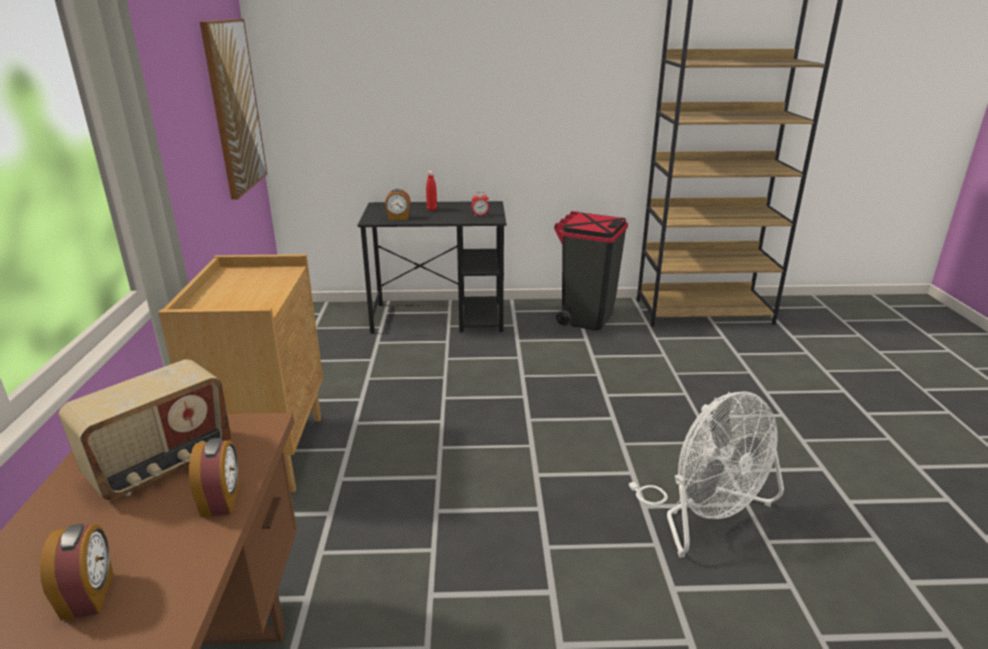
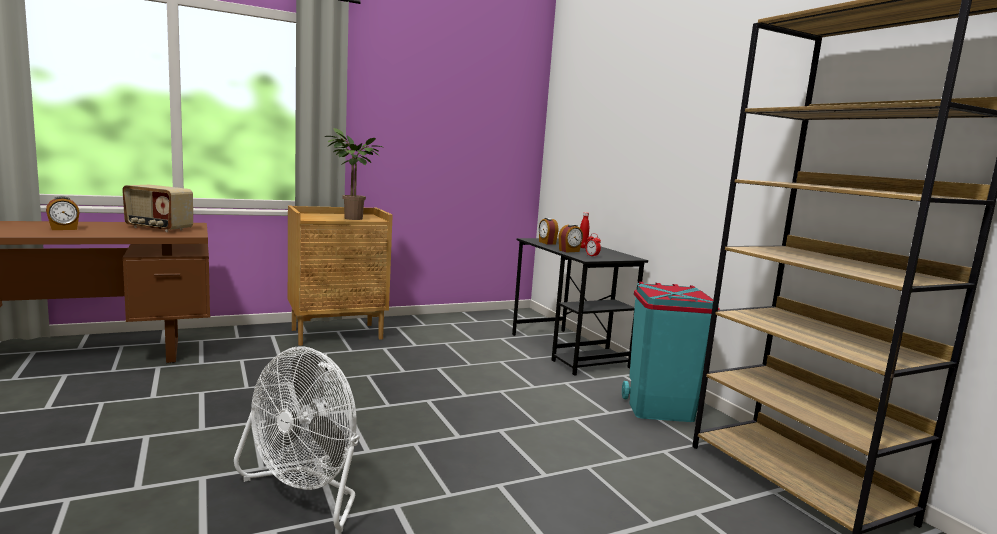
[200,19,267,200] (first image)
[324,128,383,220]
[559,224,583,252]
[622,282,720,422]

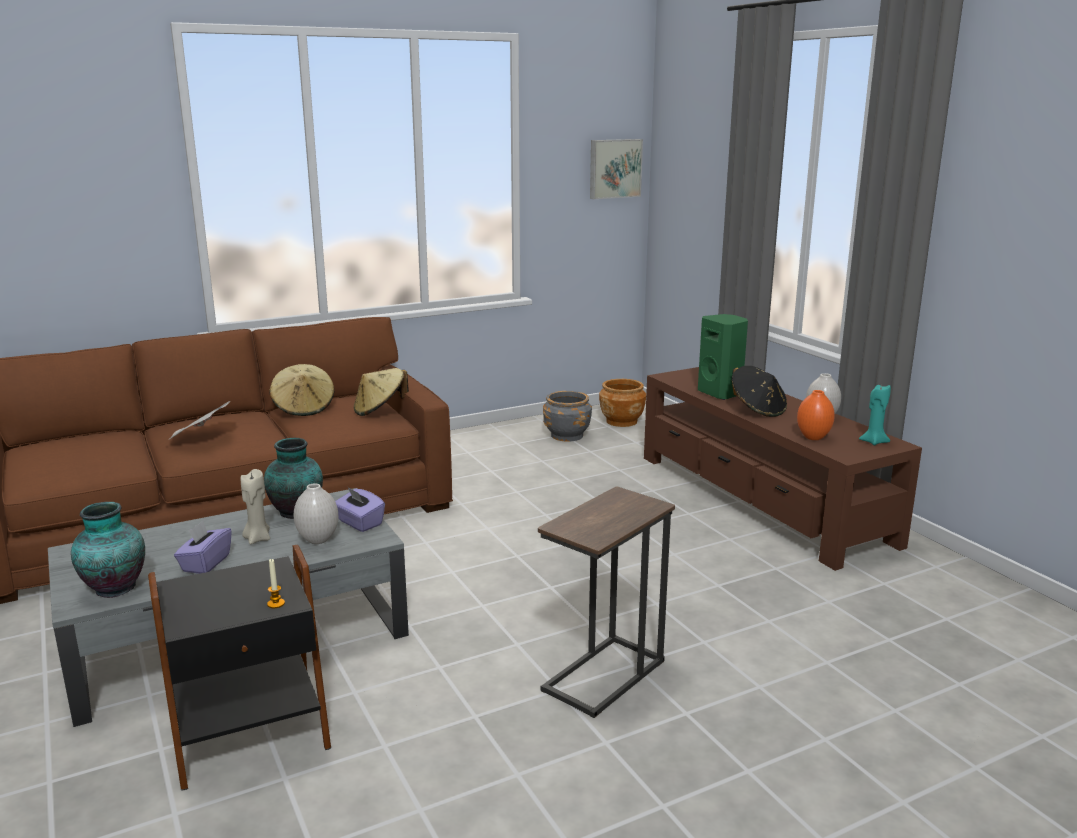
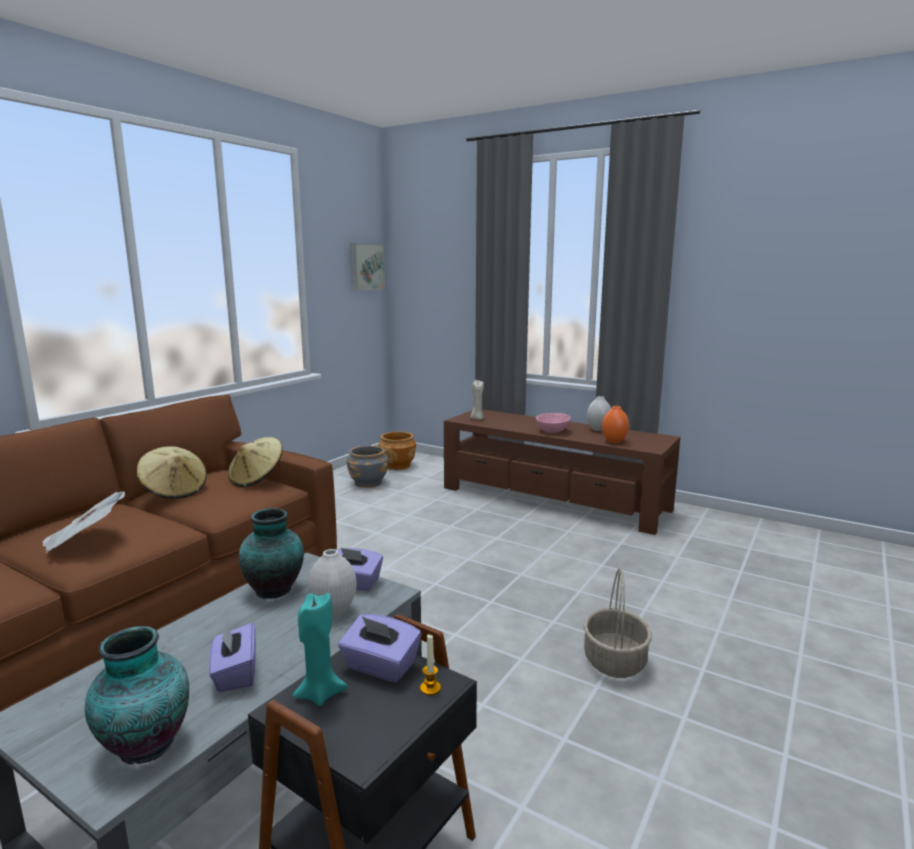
[698,314,748,400] (first image)
[338,614,421,682]
[470,380,484,420]
[293,593,347,706]
[583,568,652,678]
[536,413,571,433]

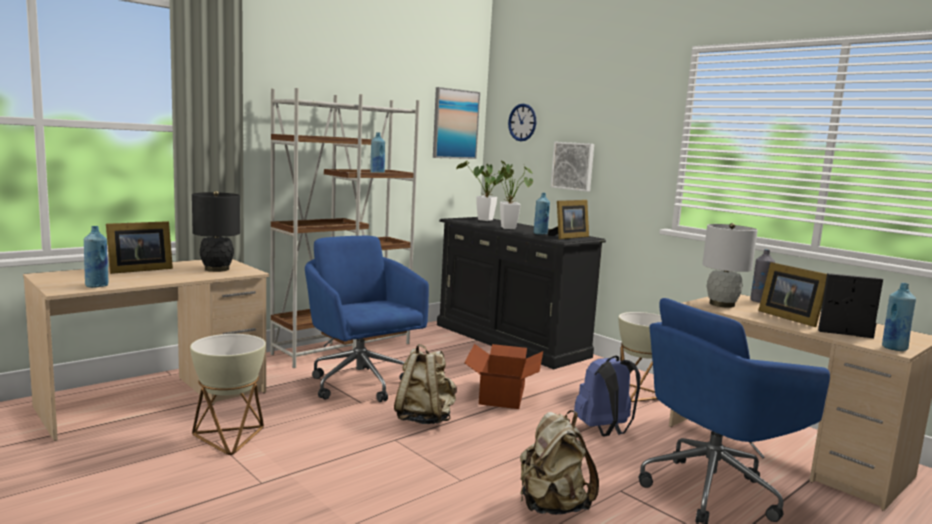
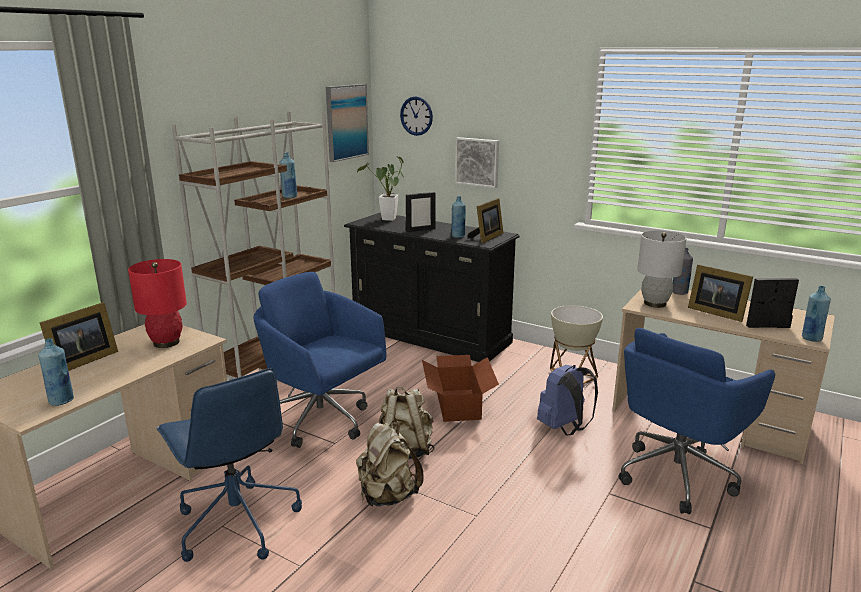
[356,420,424,507]
[157,368,302,562]
[405,192,436,232]
[128,259,187,348]

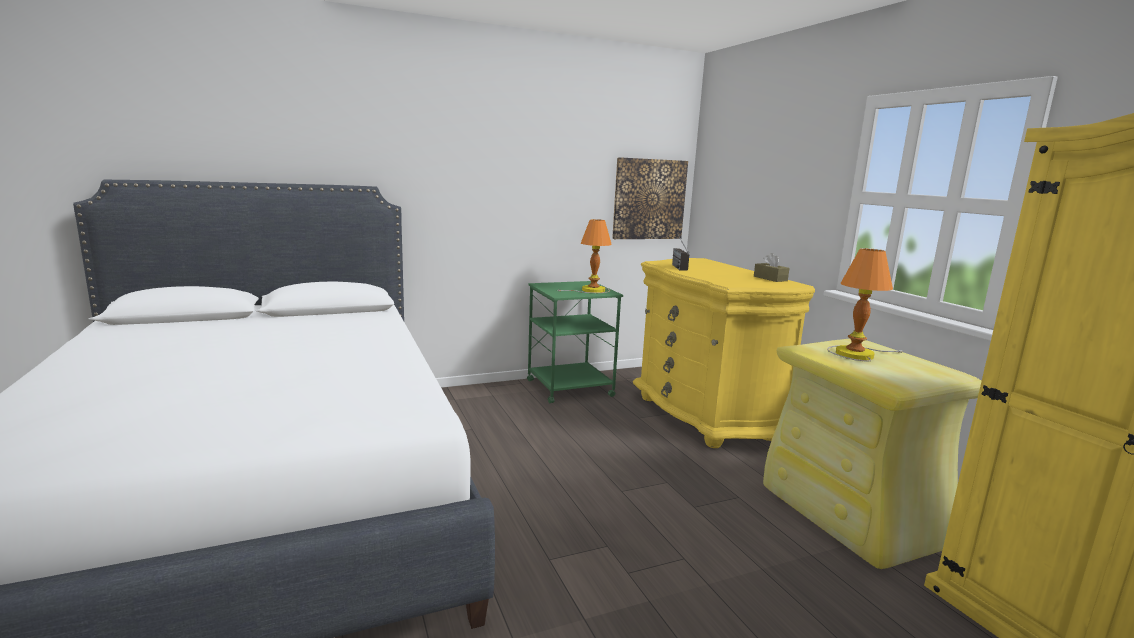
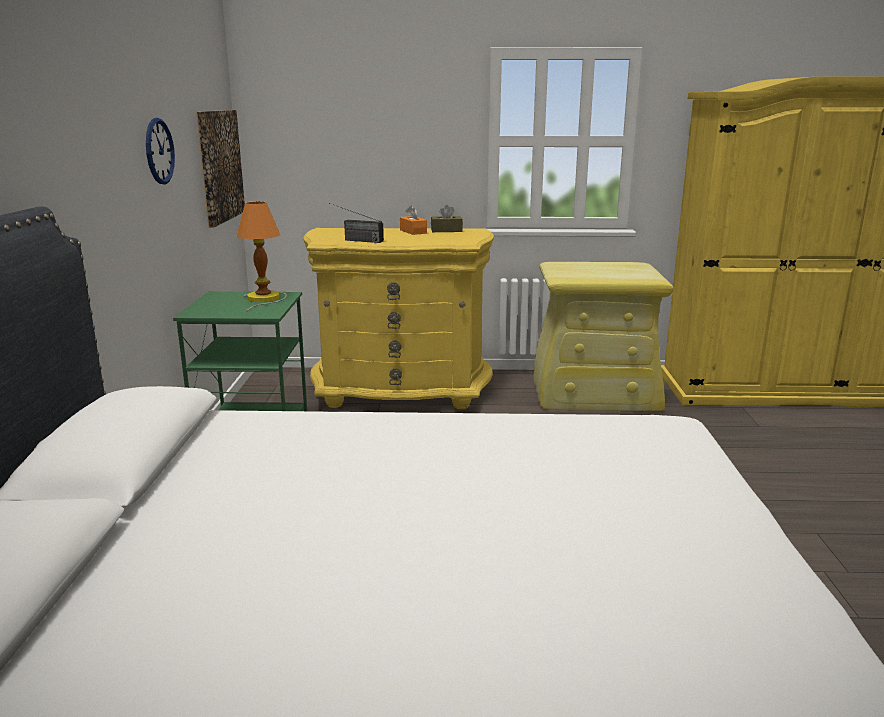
[827,248,903,362] (first image)
[146,118,175,184]
[400,206,427,235]

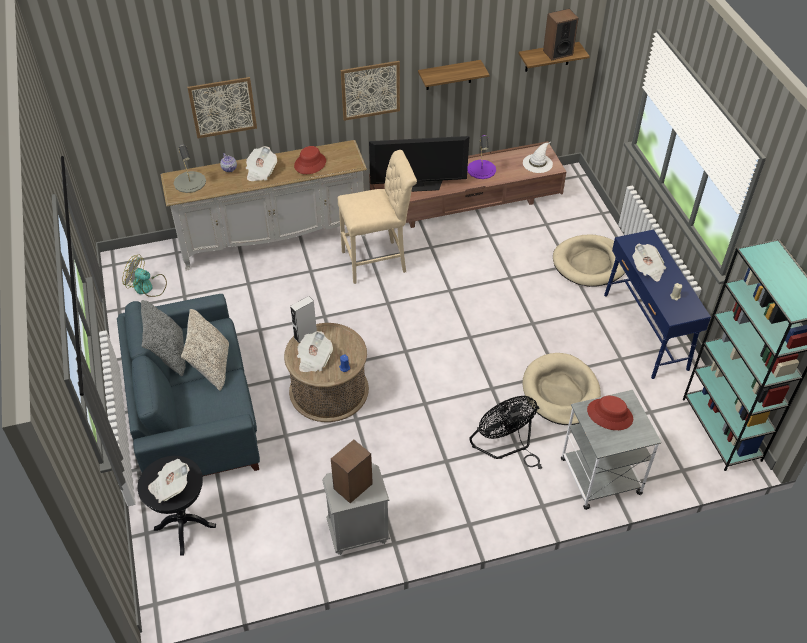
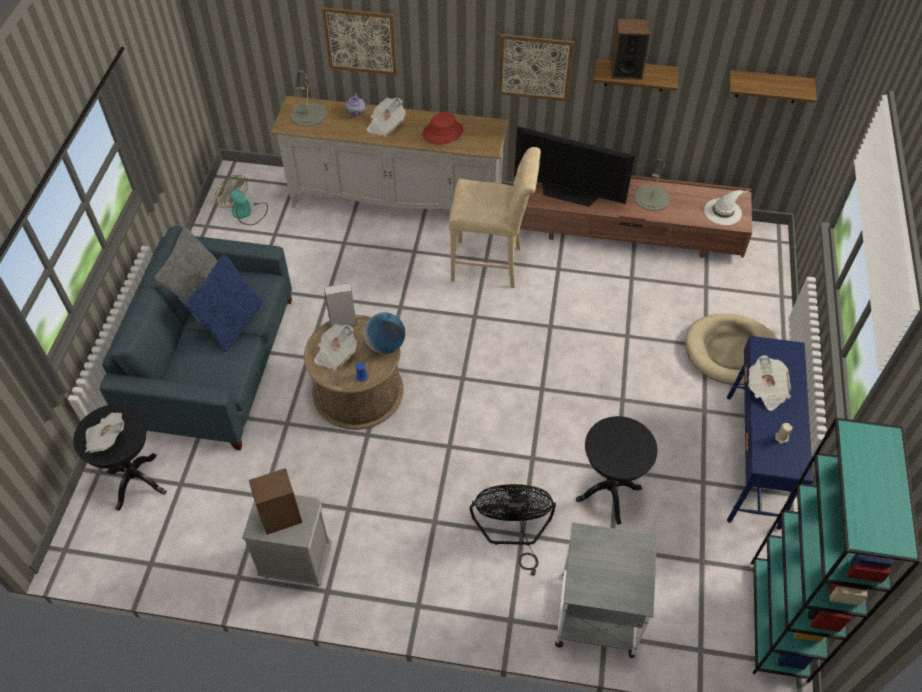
[587,396,633,430] (first image)
[364,312,405,354]
[611,18,650,80]
[576,416,658,525]
[183,254,263,352]
[634,159,670,211]

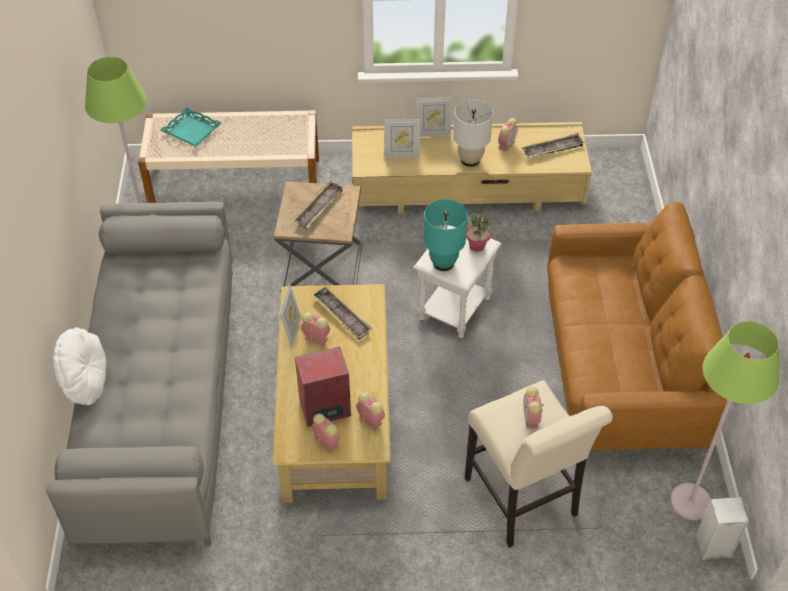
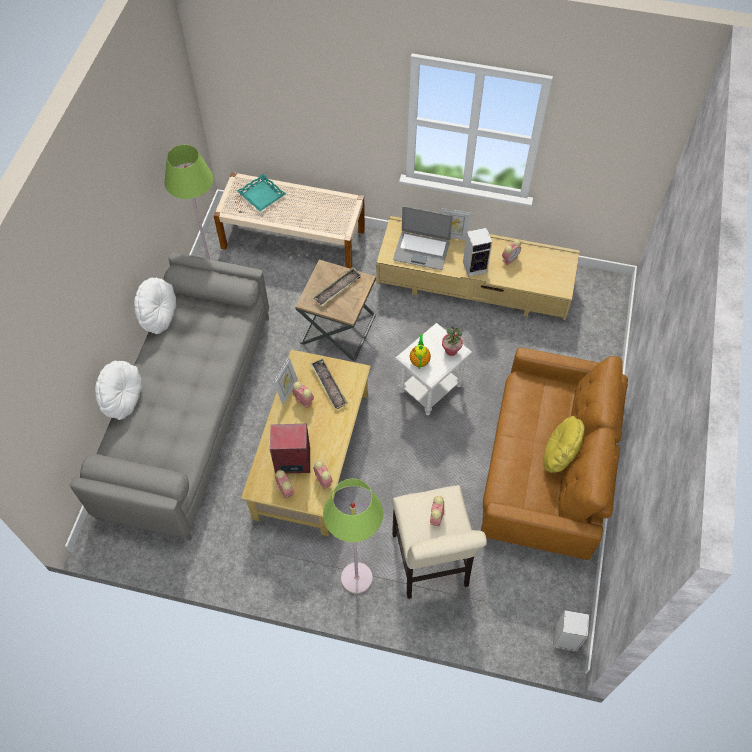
[521,133,585,158] (first image)
[134,278,176,334]
[543,416,585,473]
[323,478,383,594]
[393,206,453,270]
[410,334,431,369]
[463,228,492,277]

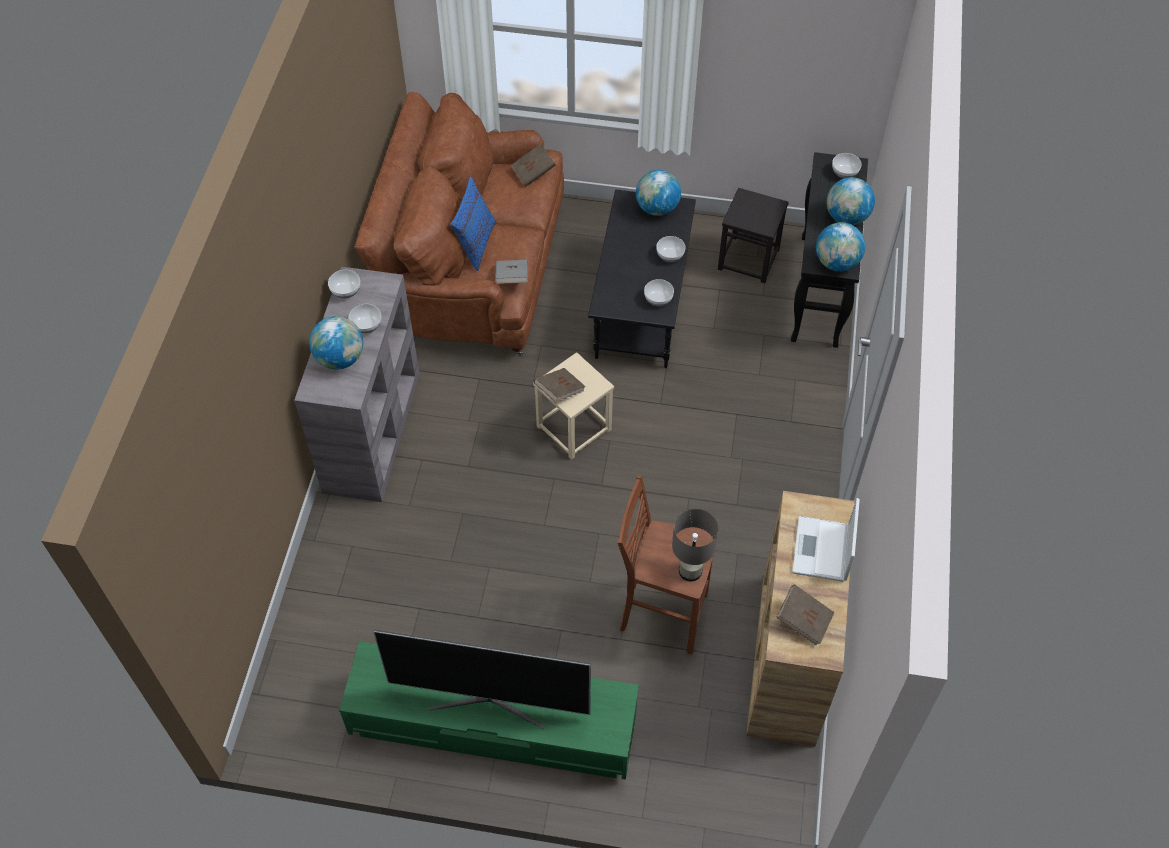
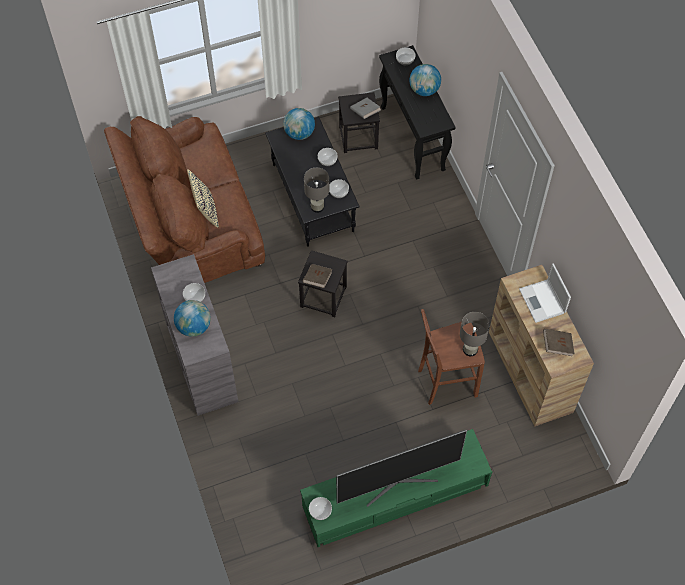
[511,144,556,187] (first image)
[816,222,865,271] (first image)
[304,168,329,213]
[309,497,332,520]
[350,98,381,119]
[187,169,219,227]
[298,250,348,317]

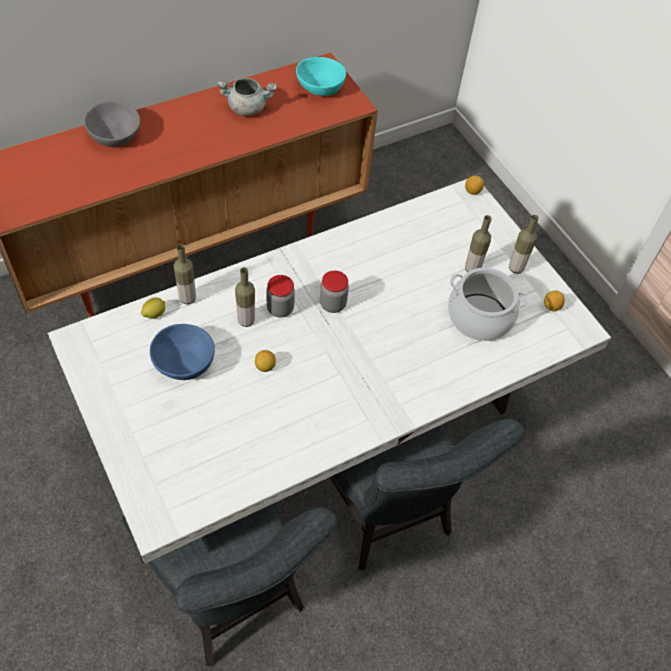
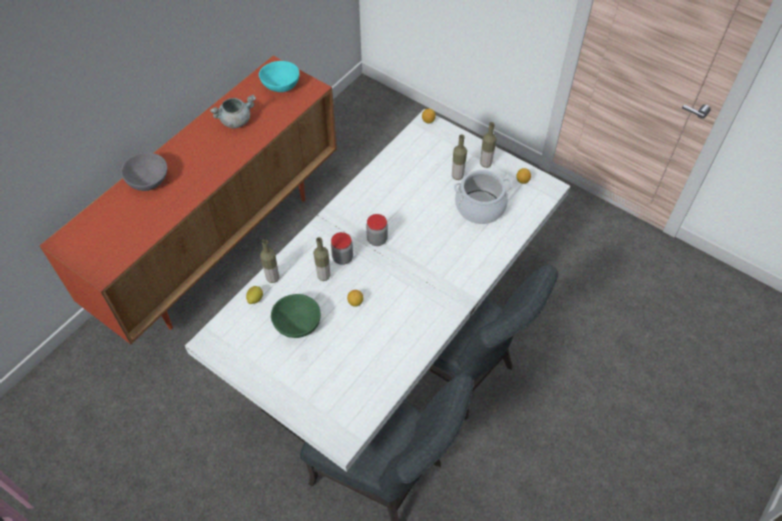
[271,294,321,338]

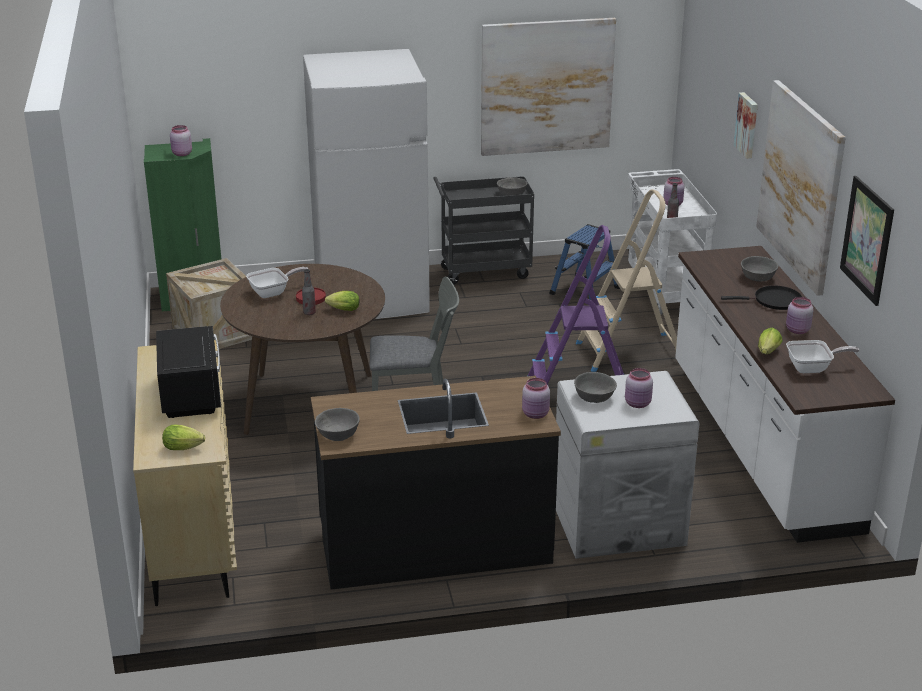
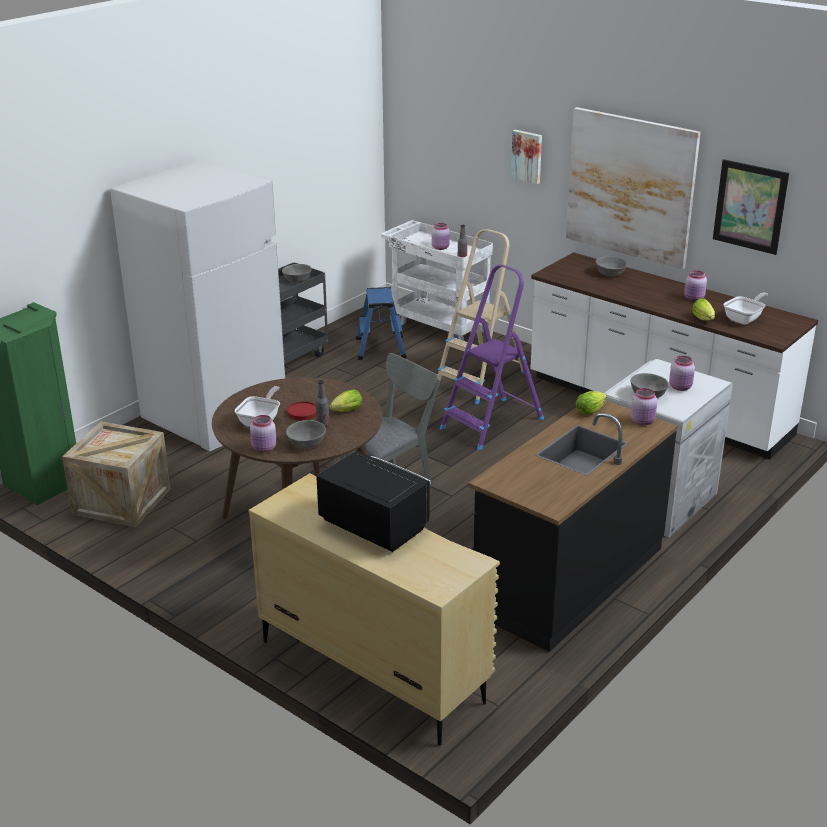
[481,18,616,156] (first image)
[721,285,802,310] (first image)
[576,391,607,415]
[250,415,277,453]
[286,420,326,449]

